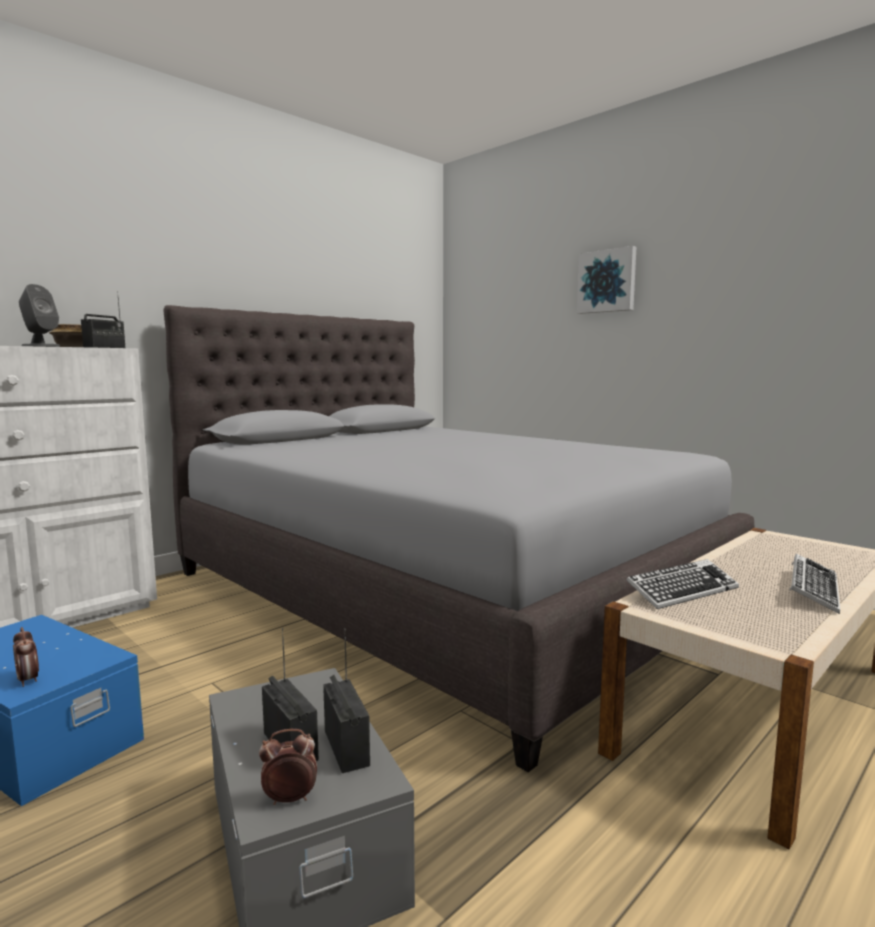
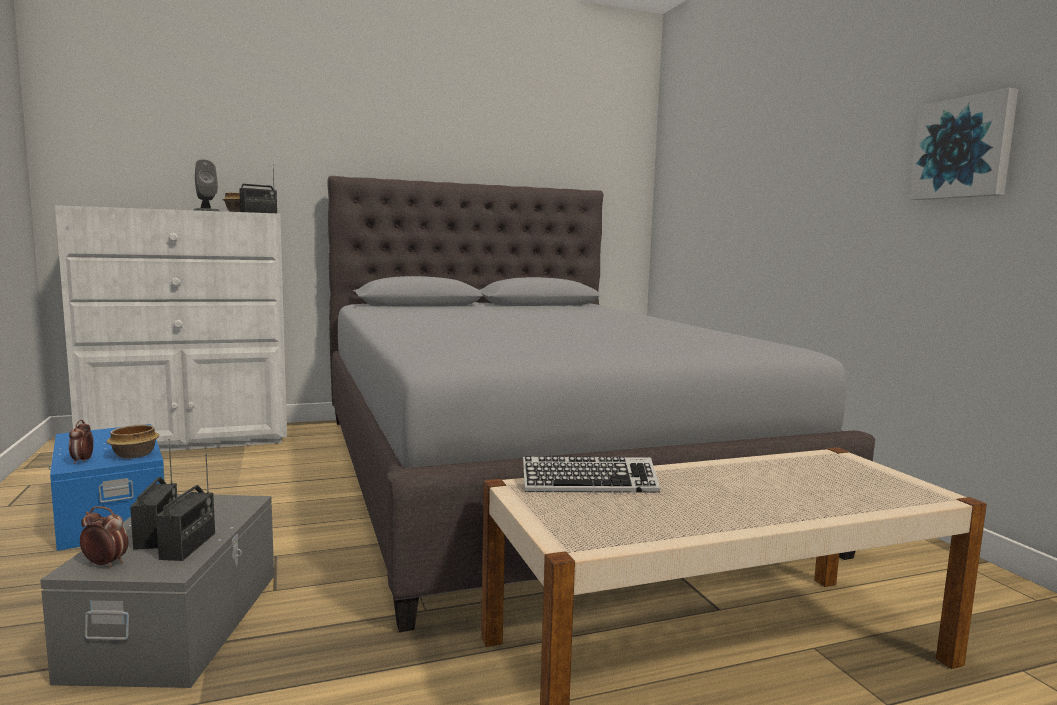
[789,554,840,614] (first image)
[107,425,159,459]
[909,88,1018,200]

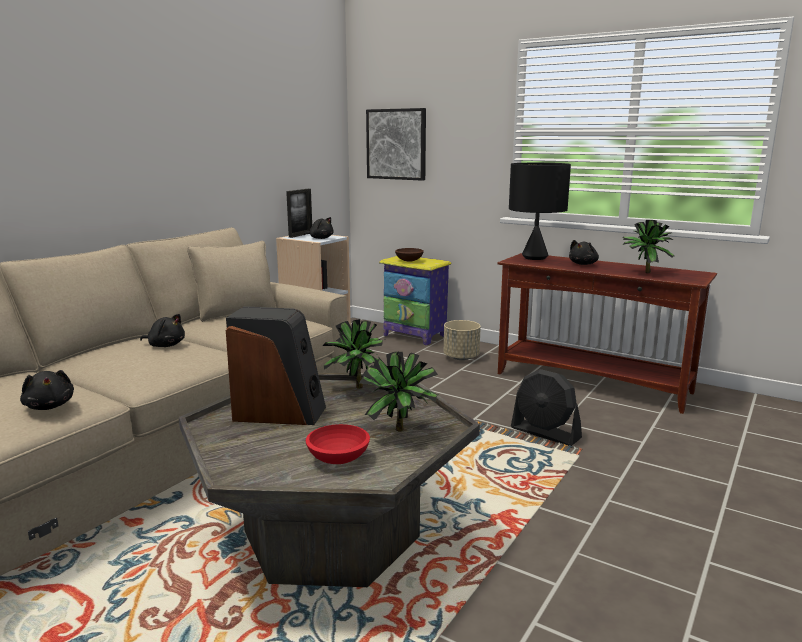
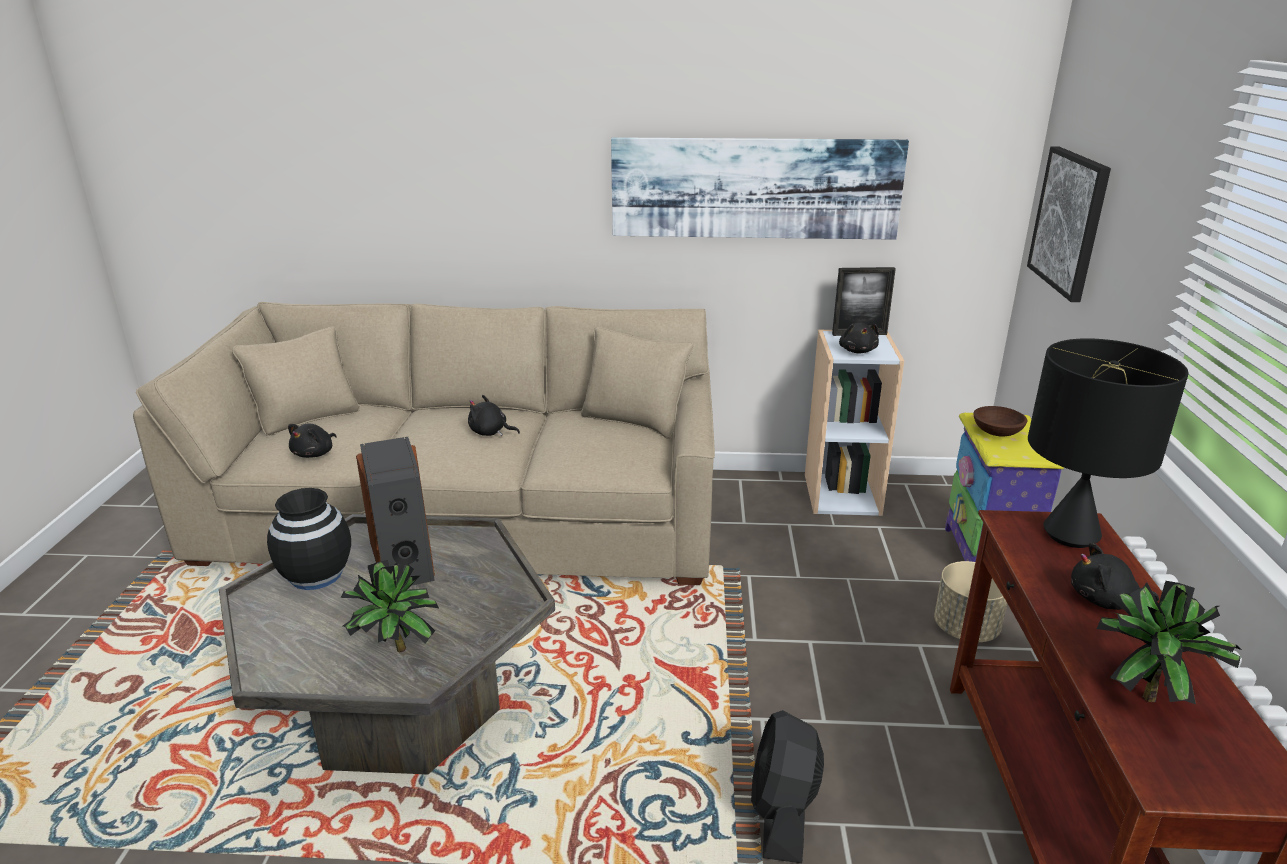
[306,424,370,464] (first image)
[323,319,383,389] (first image)
[267,488,351,590]
[611,137,909,240]
[468,395,520,436]

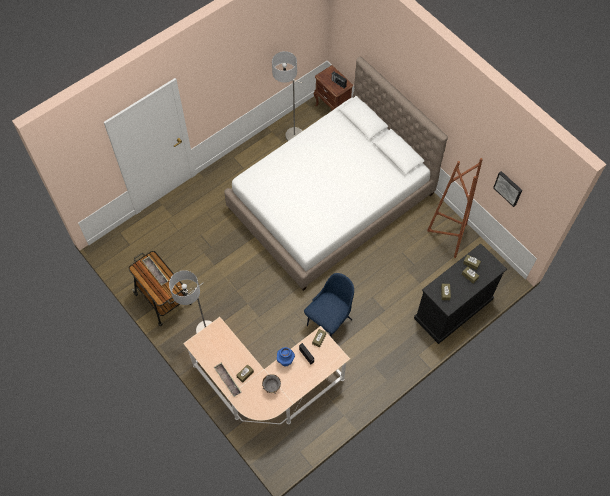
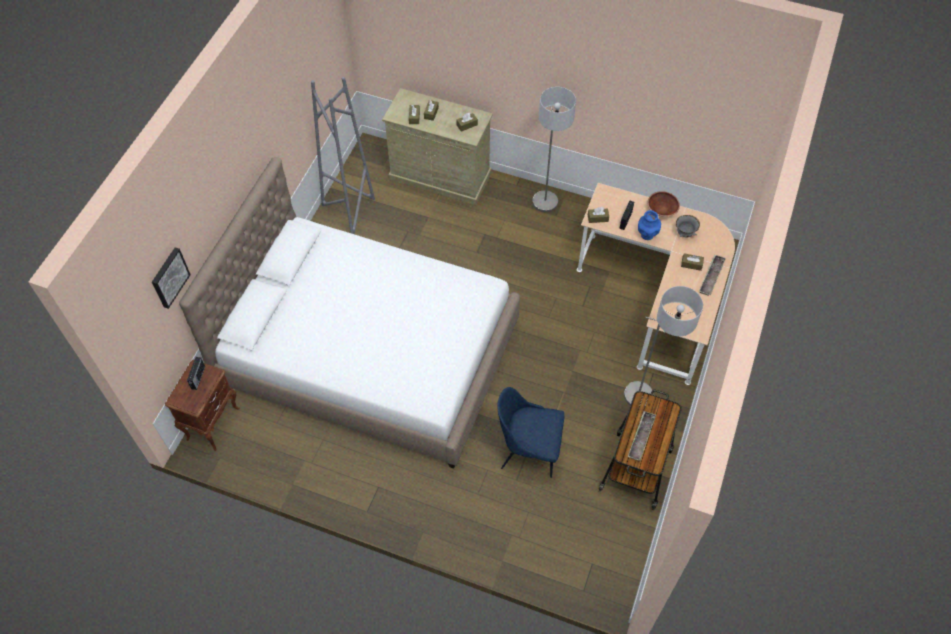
[647,191,680,217]
[532,87,576,212]
[497,387,564,478]
[152,247,191,309]
[382,88,493,205]
[311,77,375,234]

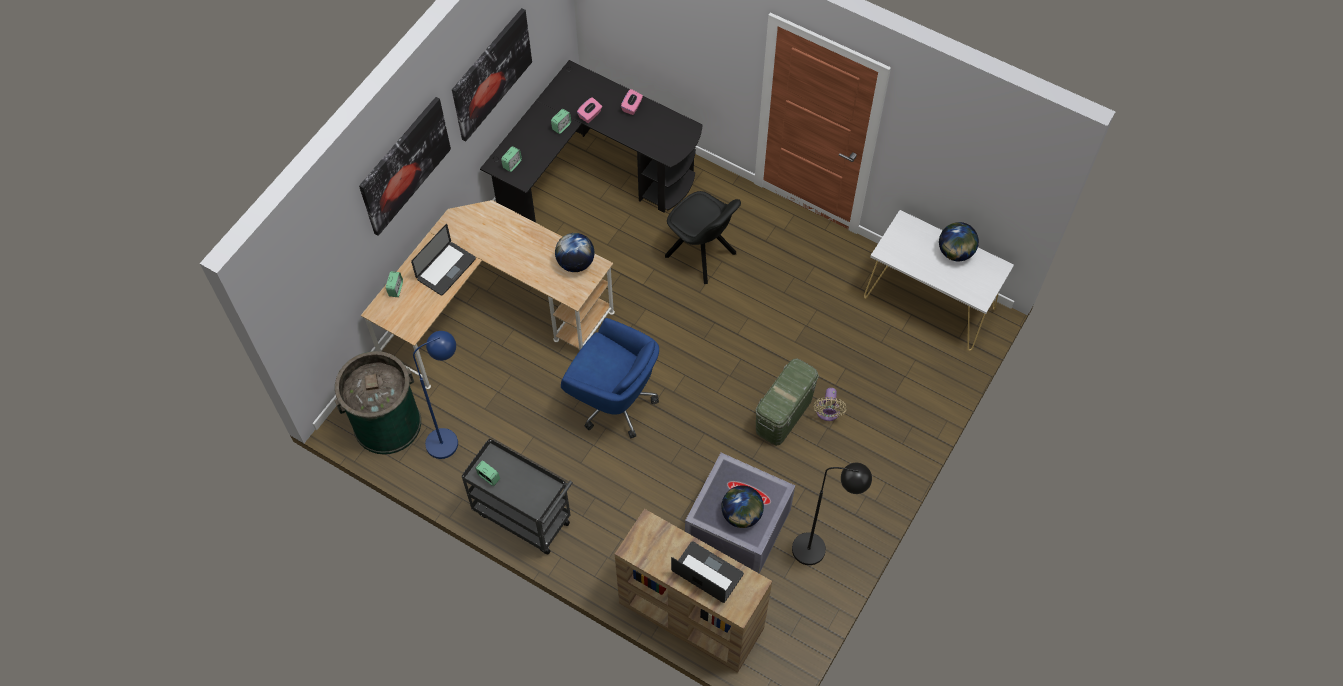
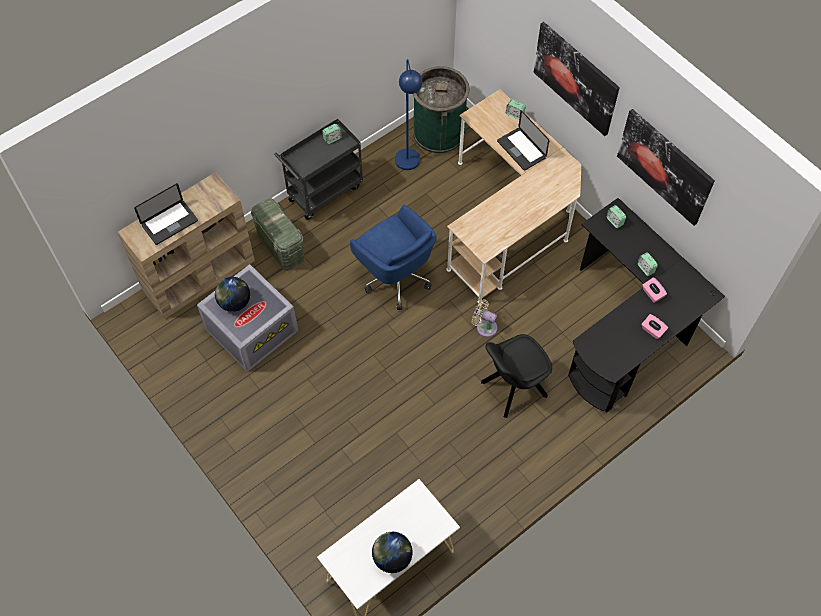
[555,233,594,272] (first image)
[792,463,872,565] (first image)
[251,198,305,271]
[472,299,497,337]
[350,205,436,310]

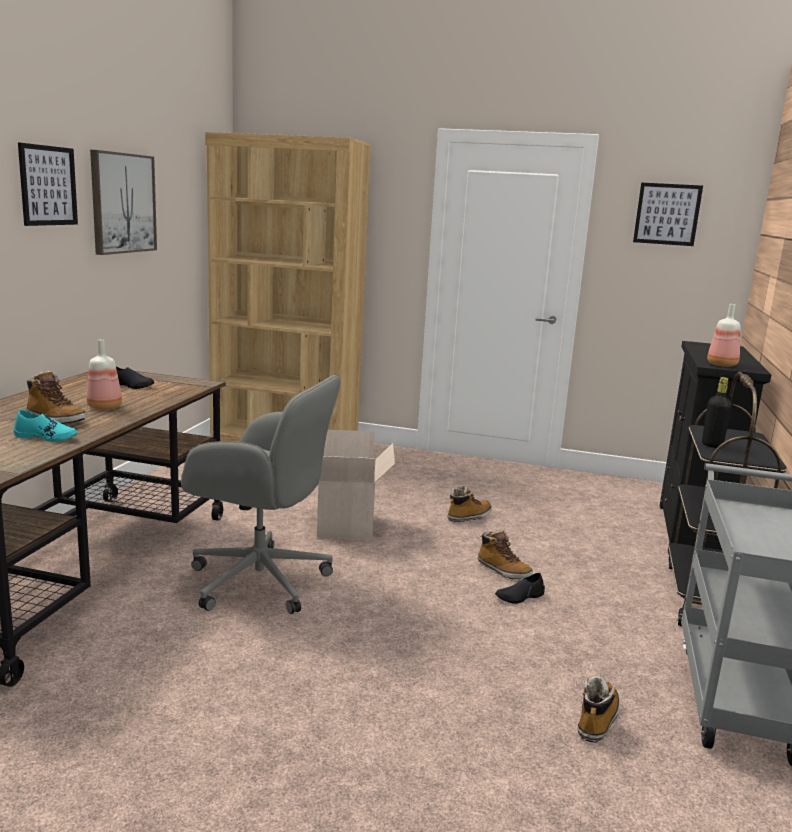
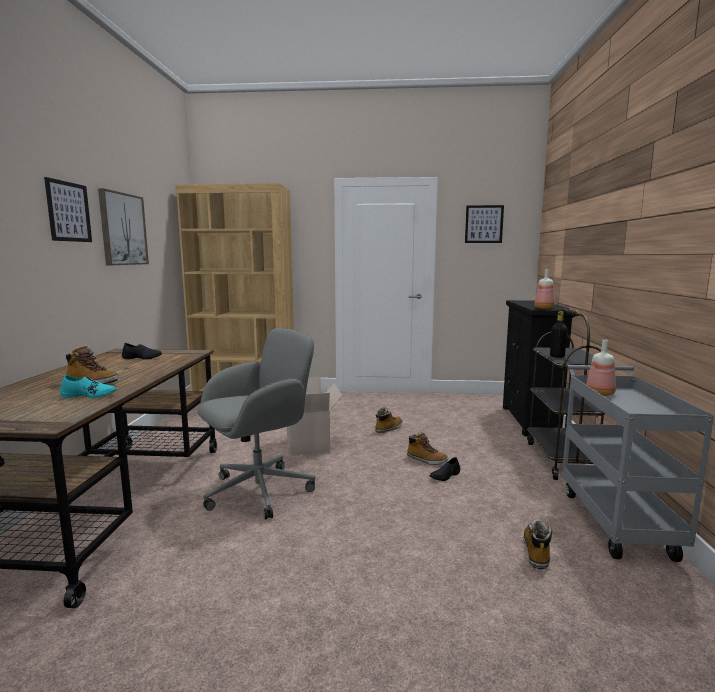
[586,340,616,396]
[197,328,315,519]

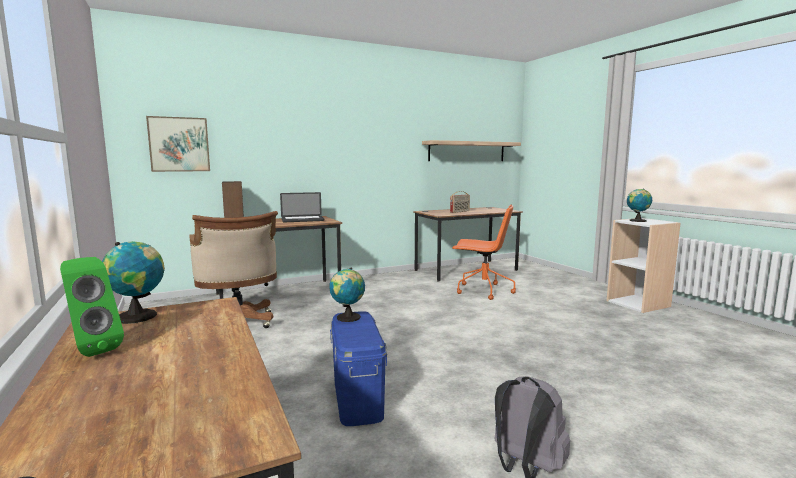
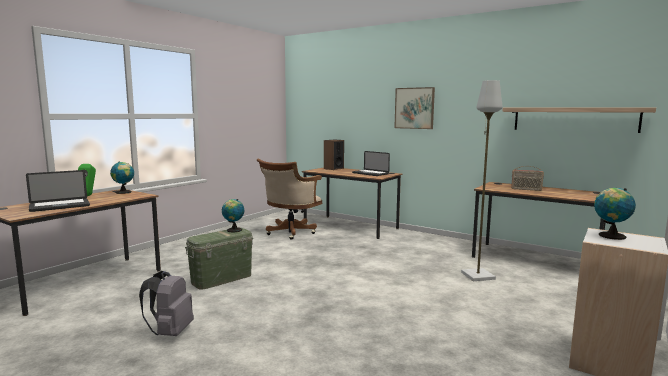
[26,170,90,212]
[394,87,435,129]
[461,80,502,281]
[185,228,253,289]

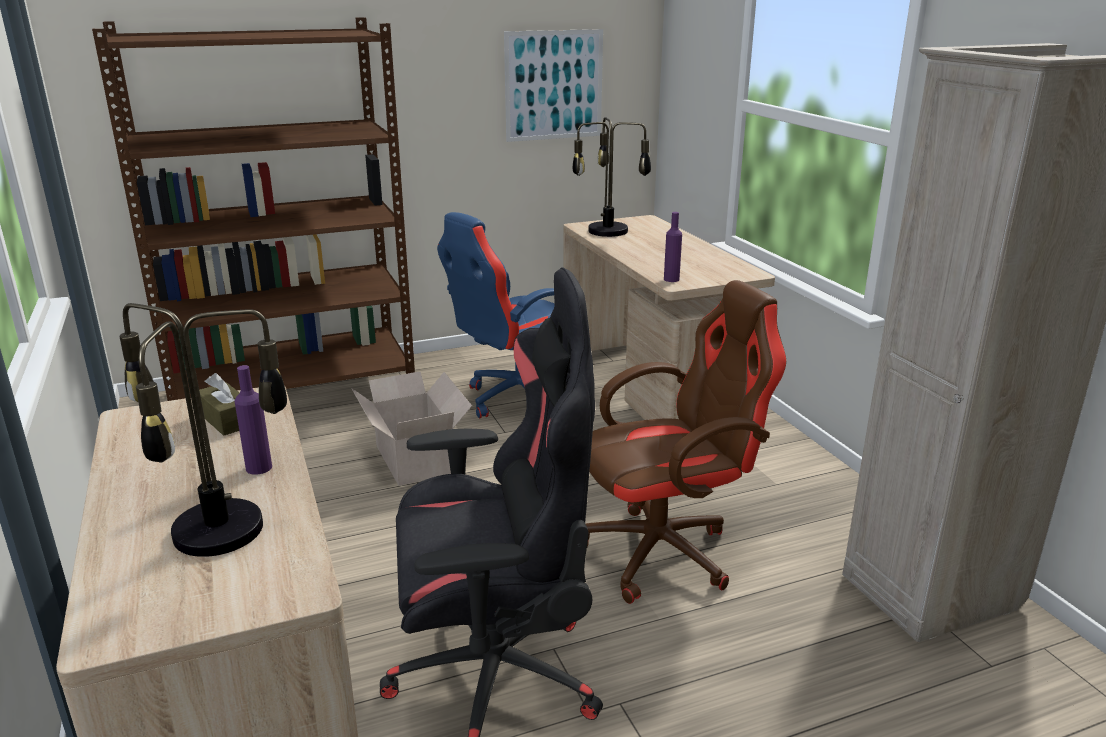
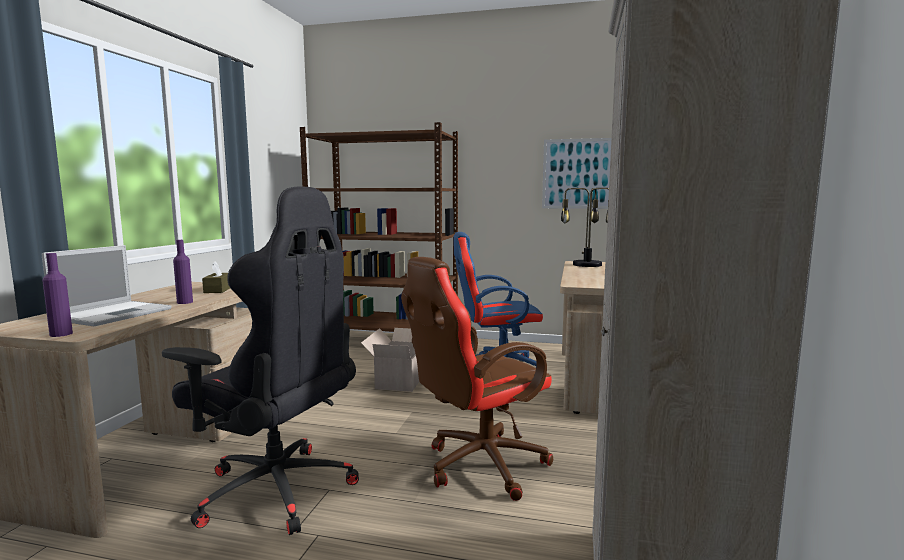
[42,253,73,337]
[41,245,171,326]
[401,257,553,501]

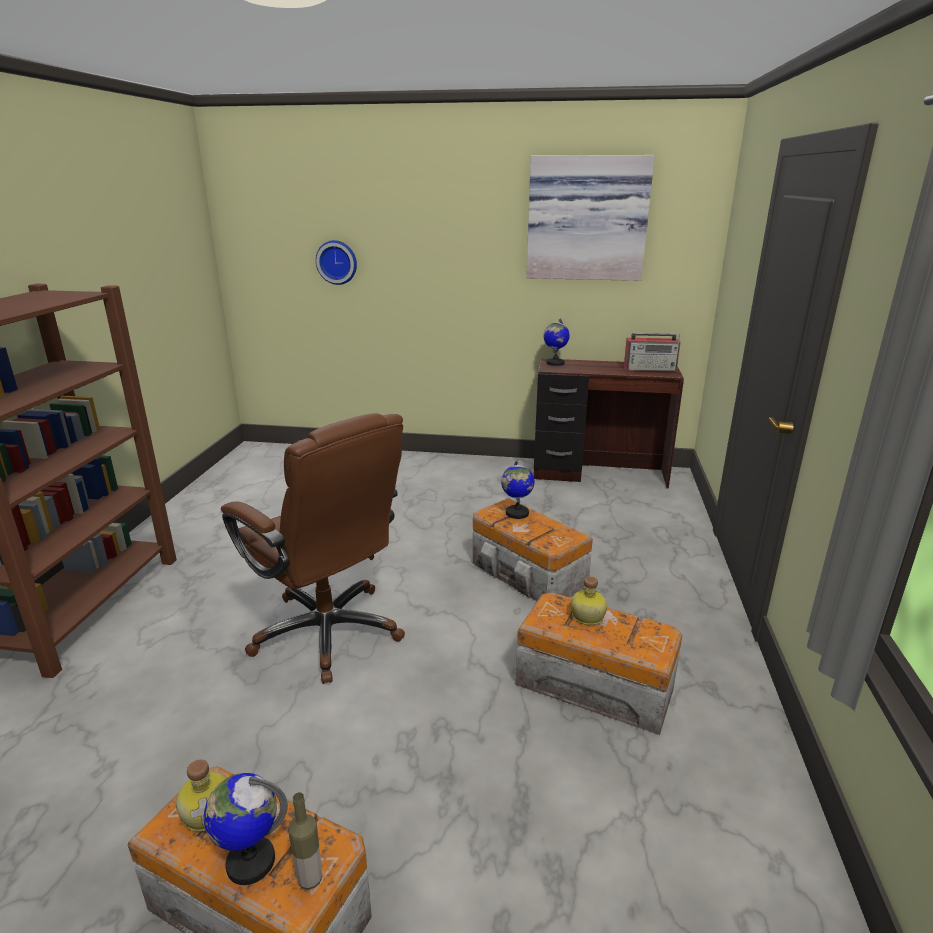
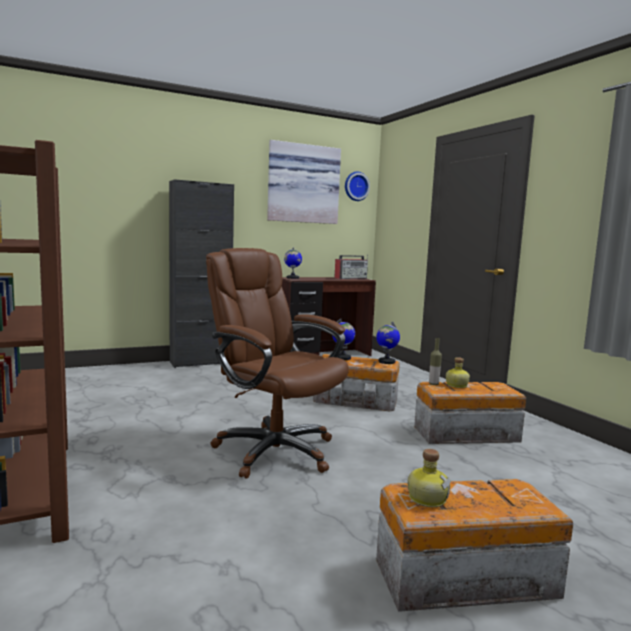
[169,179,234,368]
[376,322,400,364]
[429,338,442,385]
[345,172,370,201]
[206,248,349,479]

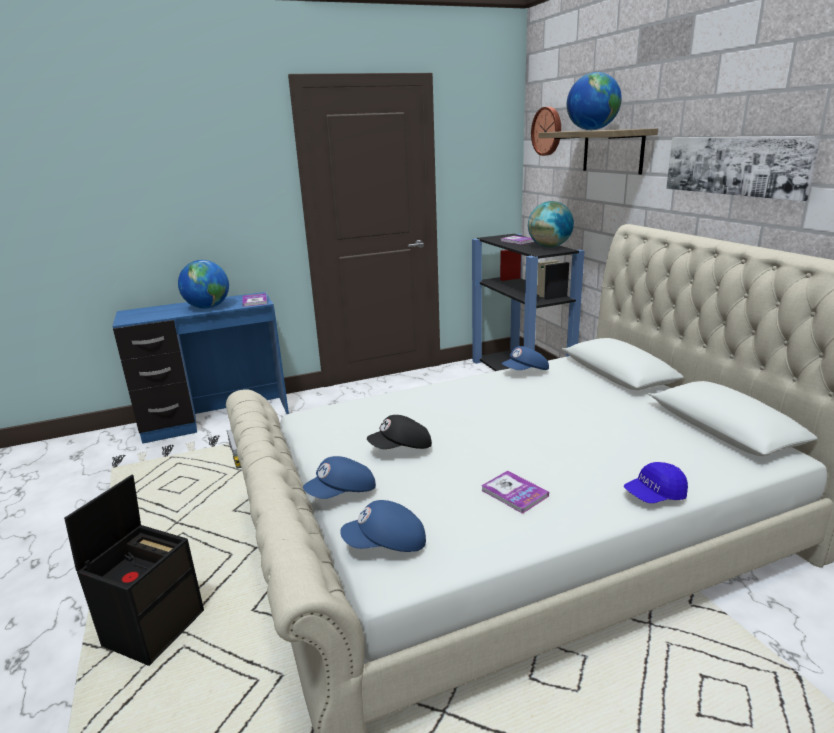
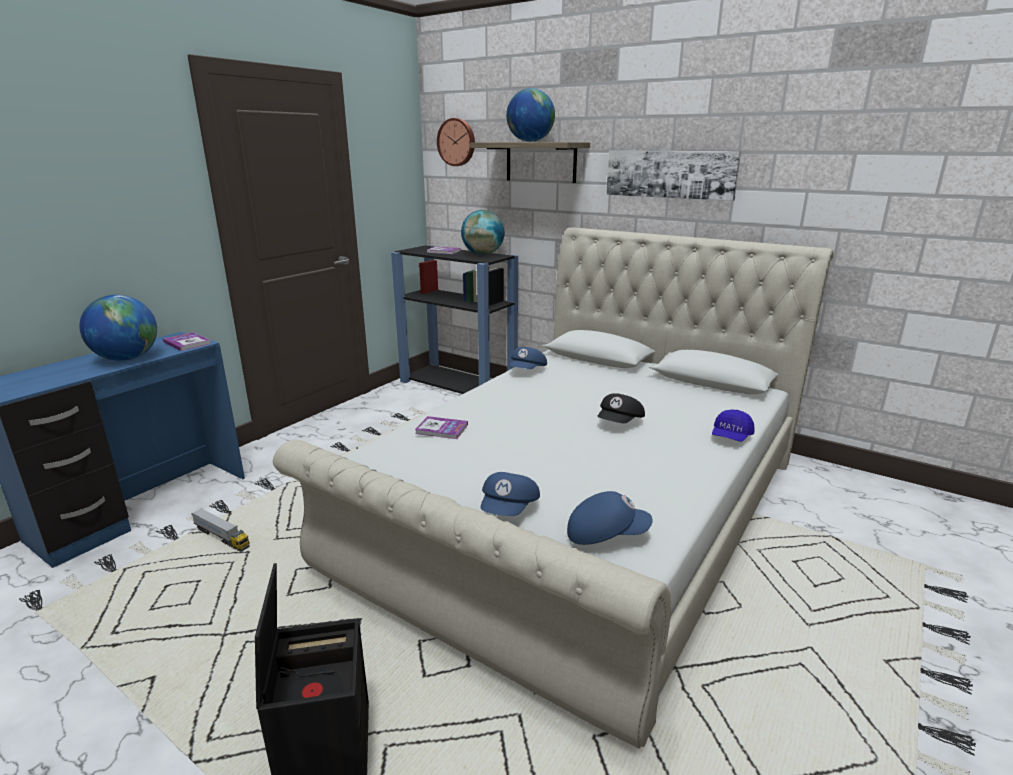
[597,393,645,423]
[415,416,468,439]
[567,491,653,545]

